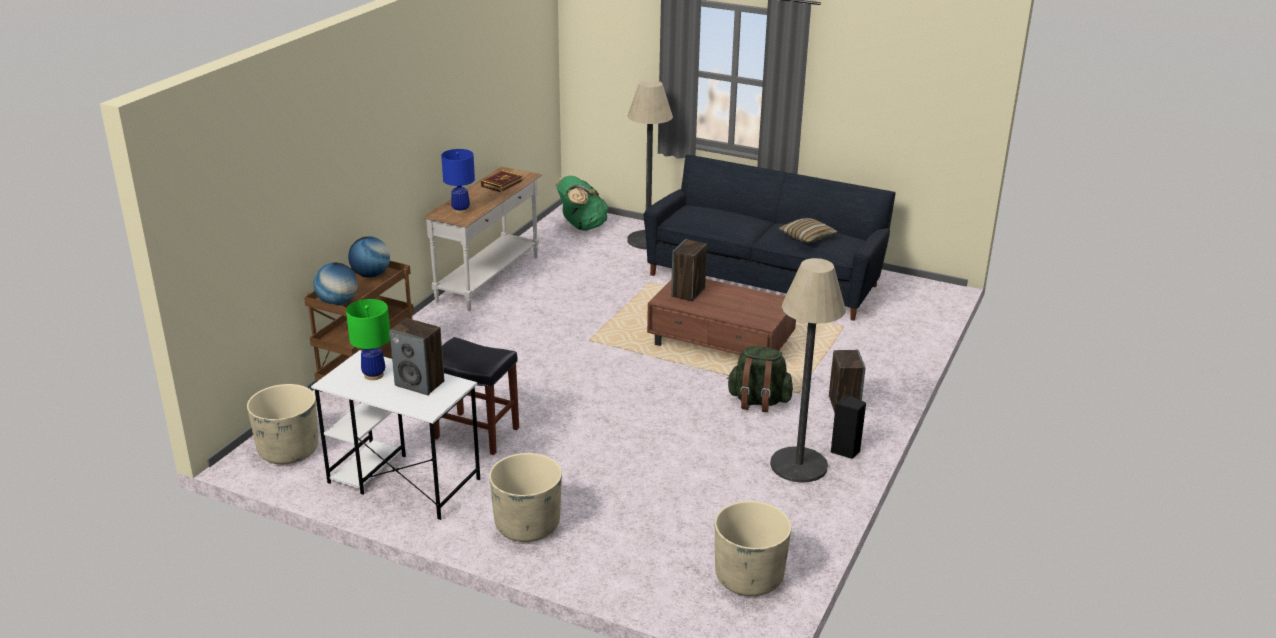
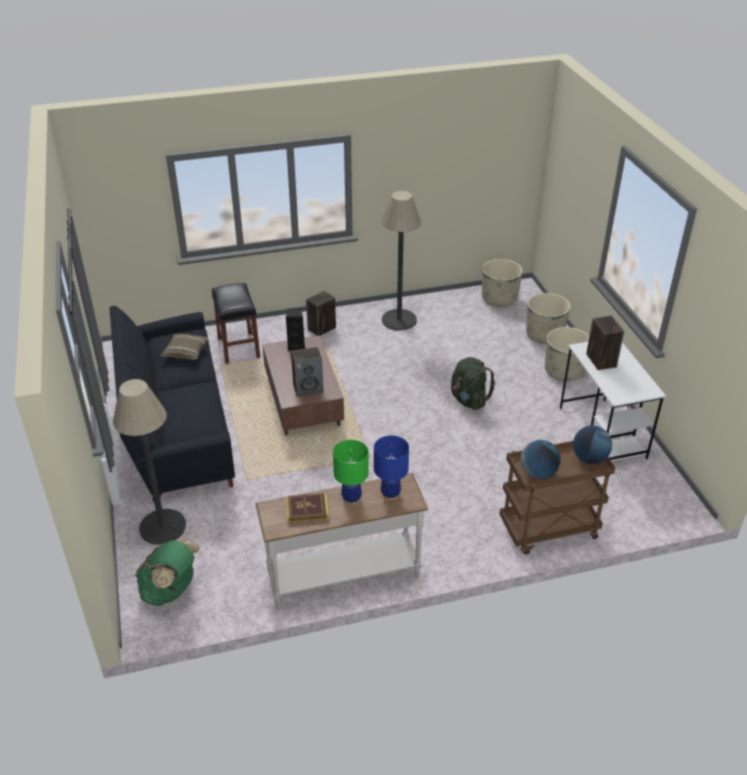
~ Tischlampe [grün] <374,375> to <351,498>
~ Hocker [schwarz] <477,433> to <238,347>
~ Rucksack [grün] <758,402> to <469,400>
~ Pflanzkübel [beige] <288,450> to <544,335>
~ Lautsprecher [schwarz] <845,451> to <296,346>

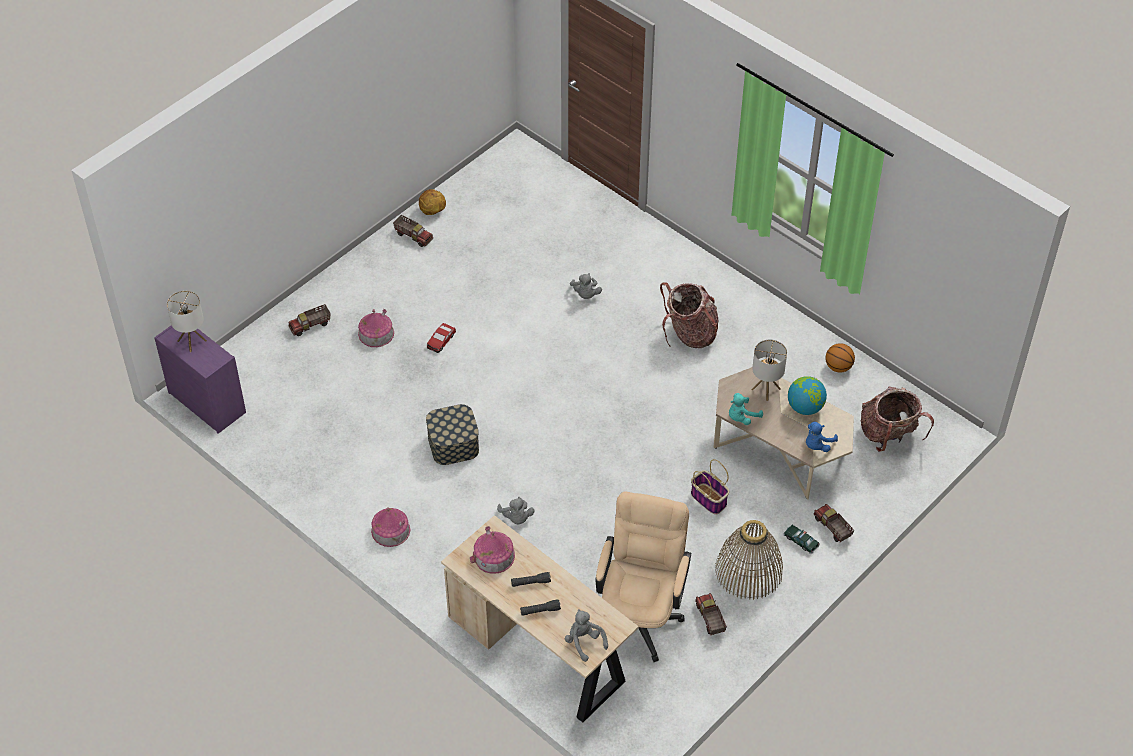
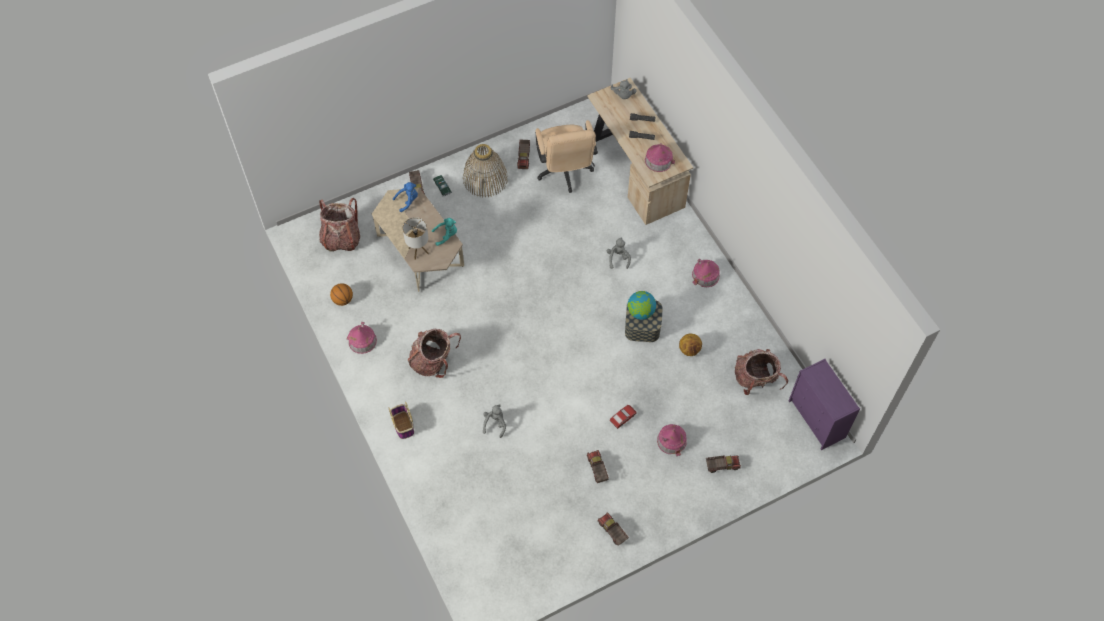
~ Basketball <432,211> to <689,350>
- Tischlampe <192,341>
~ Globus <805,407> to <640,312>
~ Korb <709,499> to <403,425>
~ Bürostuhl [beige] <640,615> = <565,173> 45 degrees counterclockwise
+ Spielzeughaus <362,341>
+ Rucksack <755,380>
+ Spielzeuglaster <597,469>

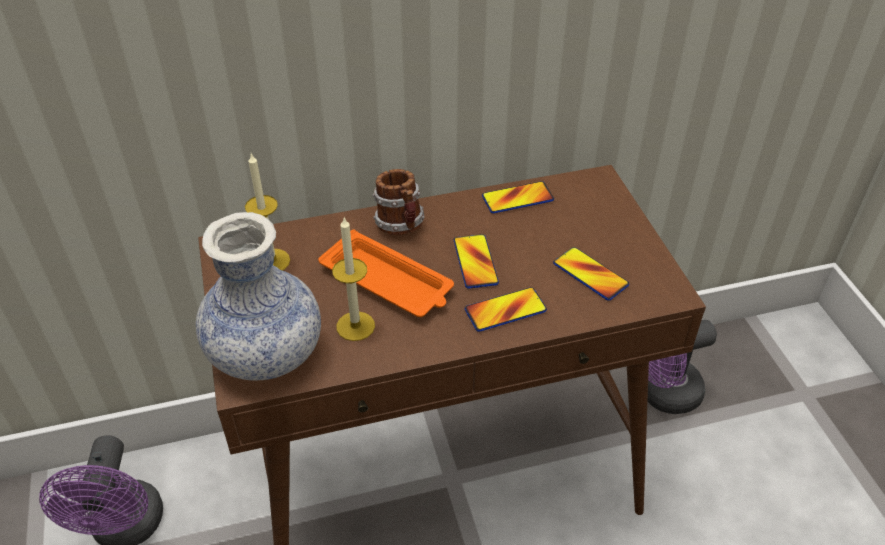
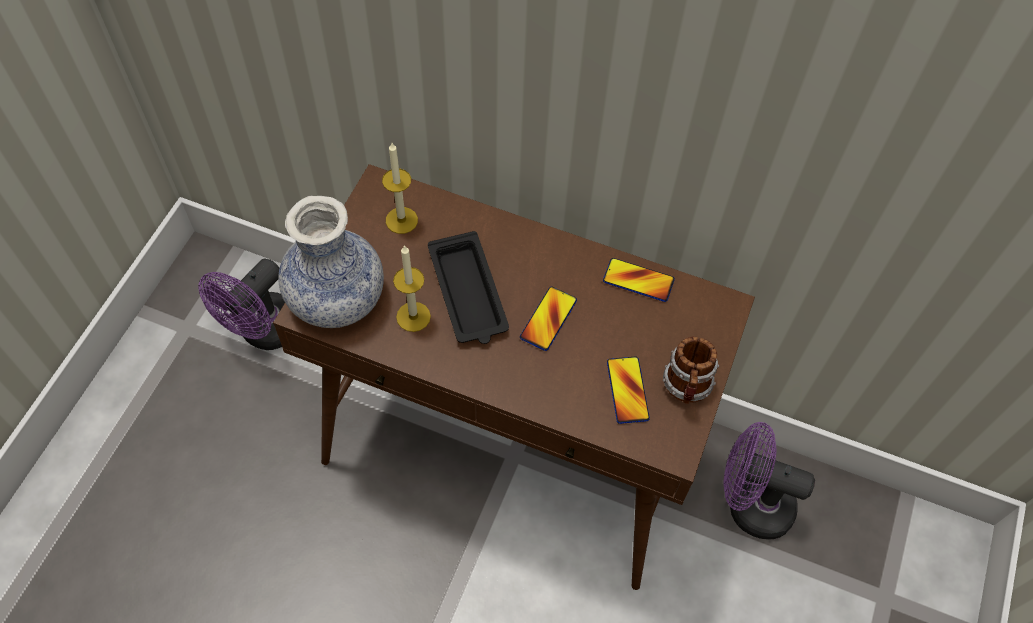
~ Henkelbecher <401,226> to <687,387>
~ Tablett [orange] <388,282> to Tablett [schwarz] <468,294>
- Handy <505,310>

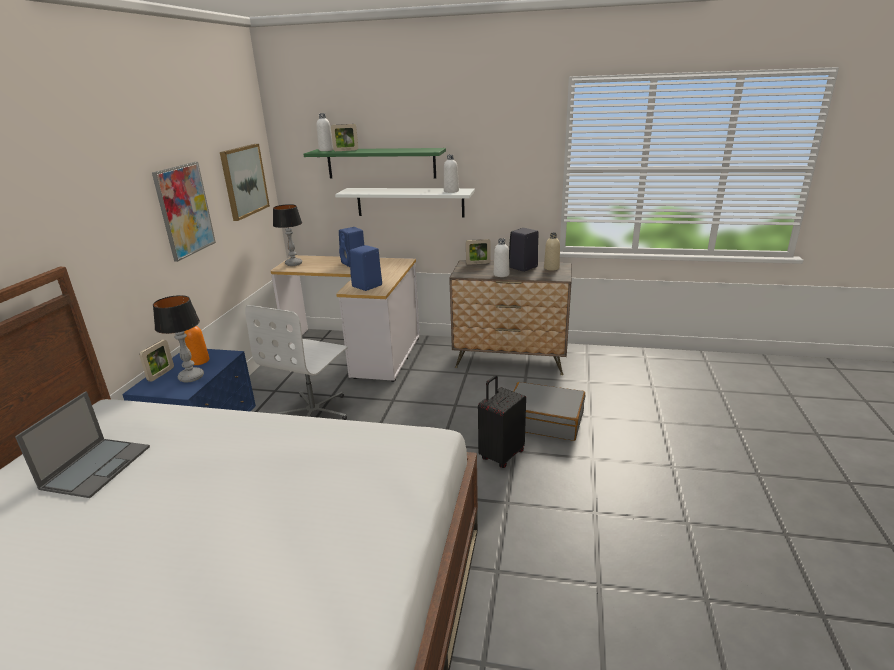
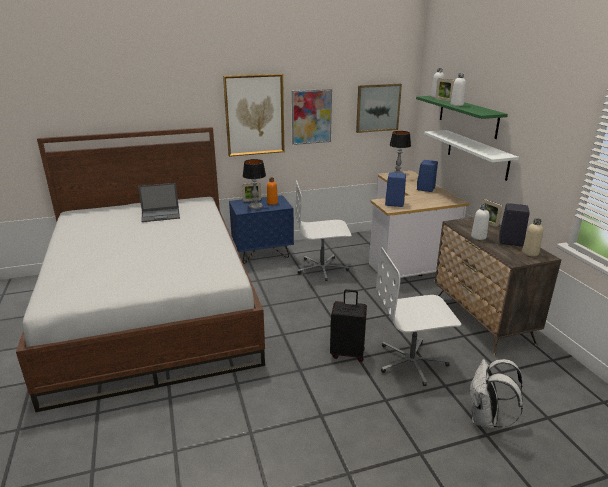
~ Flasche [weiß] <451,191> to <457,105>
~ Koffer [grau] <544,420> to Bürostuhl [weiß] <412,362>
+ Bild <254,115>
+ Rucksack [weiß] <486,419>

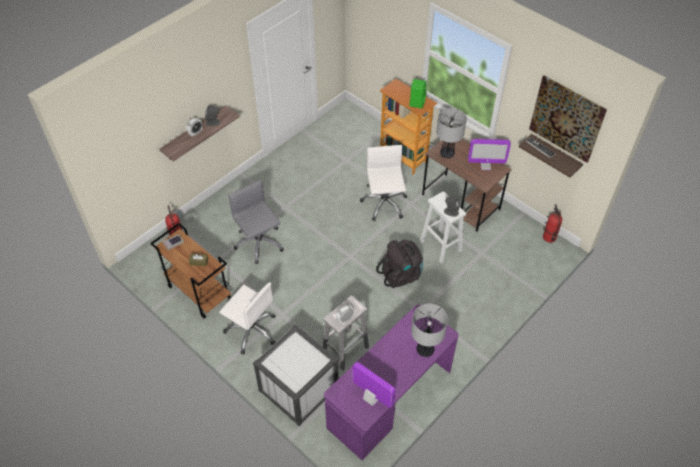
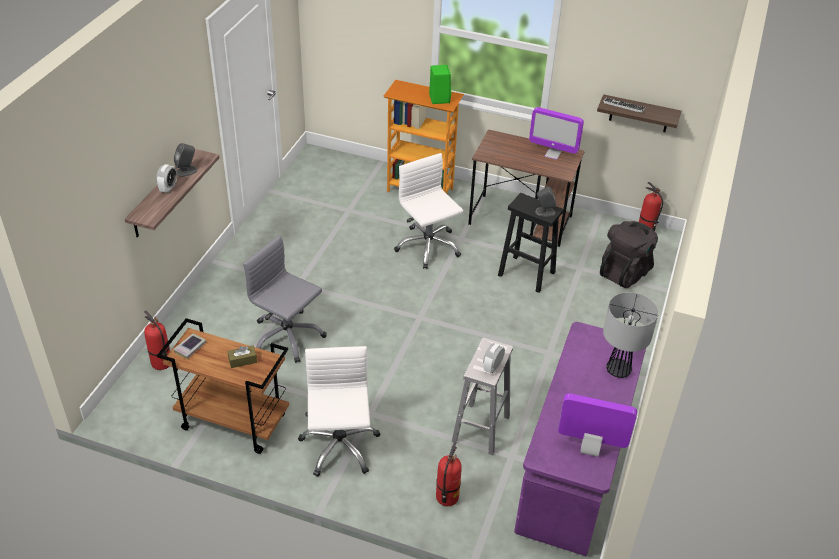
- Bild <566,119>
- Tischlampe <447,154>
~ Monitor <485,166> = <552,154> 45 degrees clockwise
~ Hocker [weiß] <440,245> to Hocker [schwarz] <525,273>
~ Rucksack [schwarz] <401,274> to <625,272>
~ Bürostuhl [weiß] <252,330> = <339,446> 105 degrees counterclockwise
~ Aufbewahrungsbox [weiß] <298,388> to Feuerlöscher <447,497>

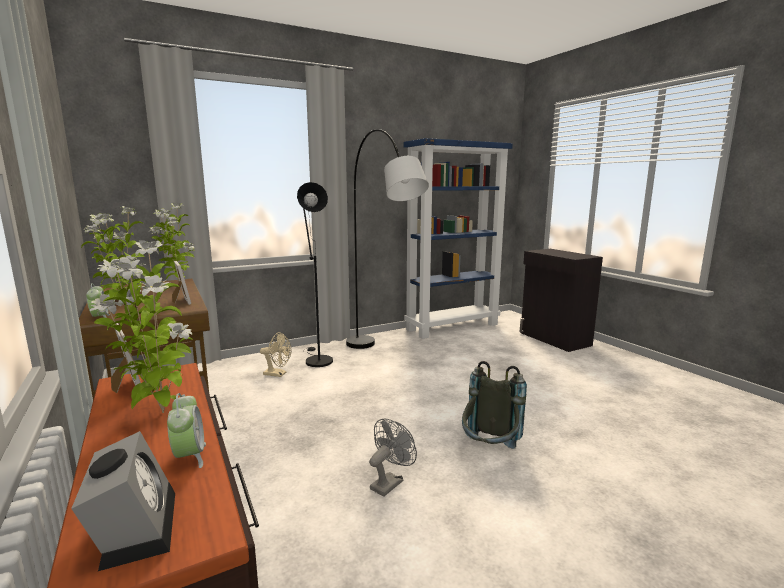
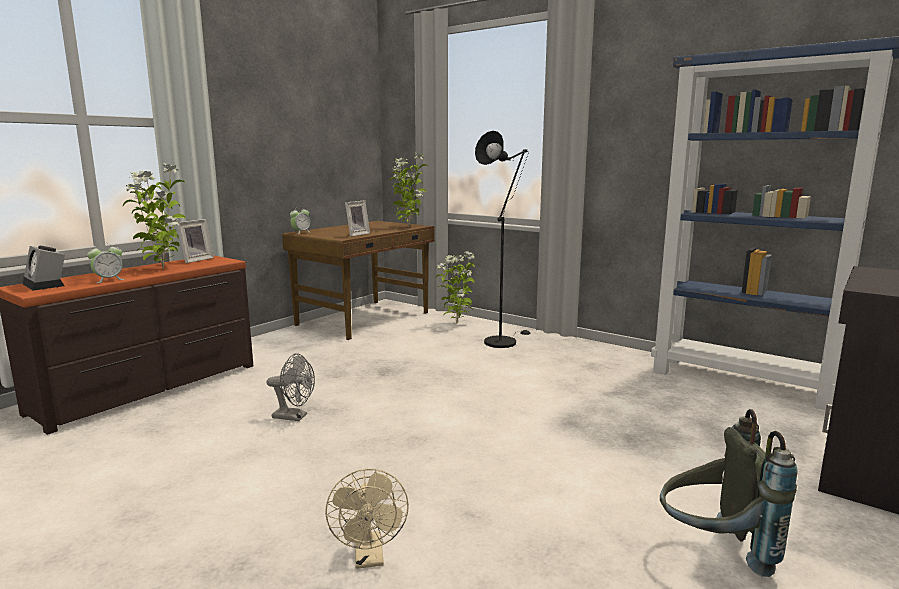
- Stehlampe [grau] <382,362>
~ Topfpflanze <122,304> to <457,323>
~ Ventilator [beige] <278,374> to <370,558>
~ Rucksack [grau] <489,452> to <714,551>
~ Wecker <135,527> = <46,285> 90 degrees clockwise

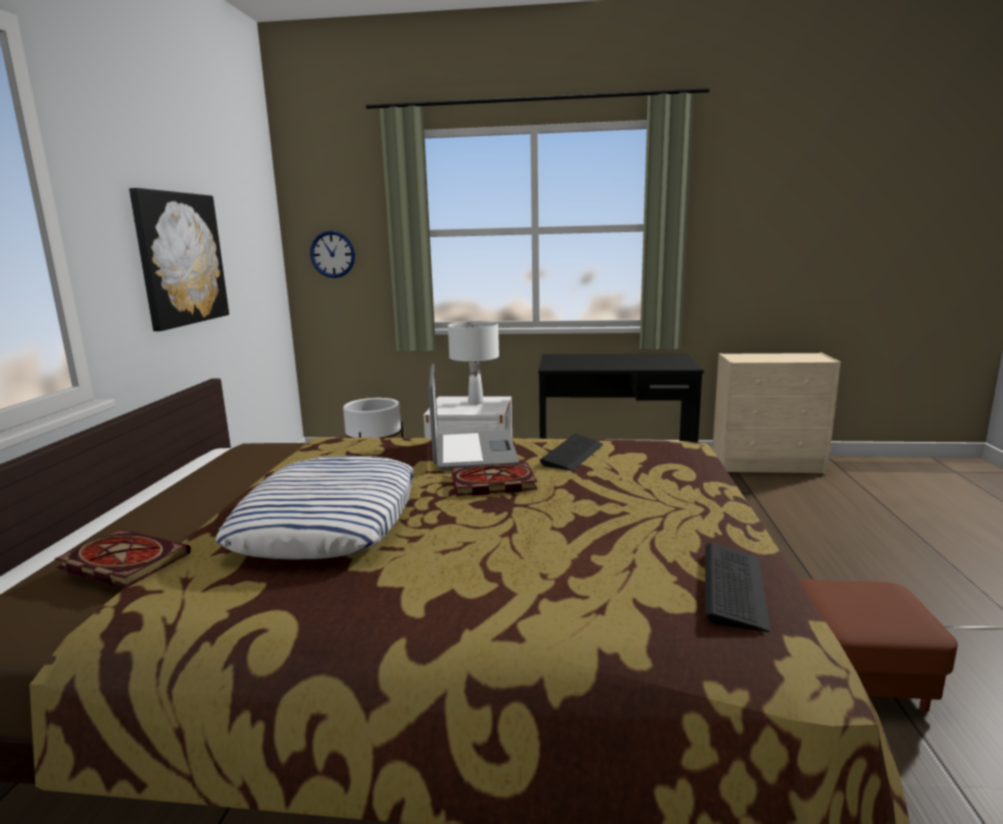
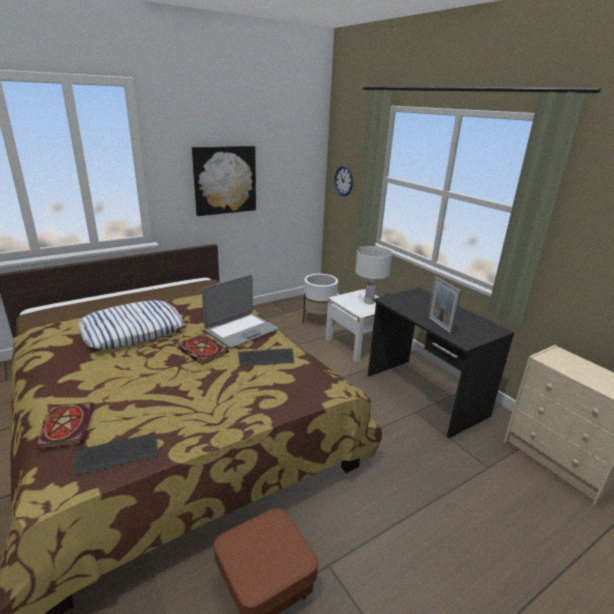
~ Buch <120,562> to <65,426>
+ Bilderrahmen <439,326>

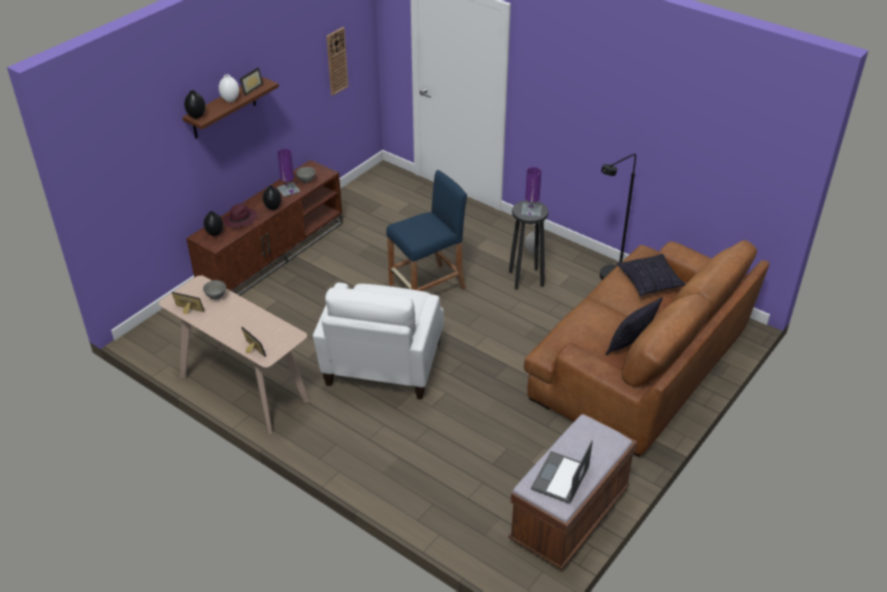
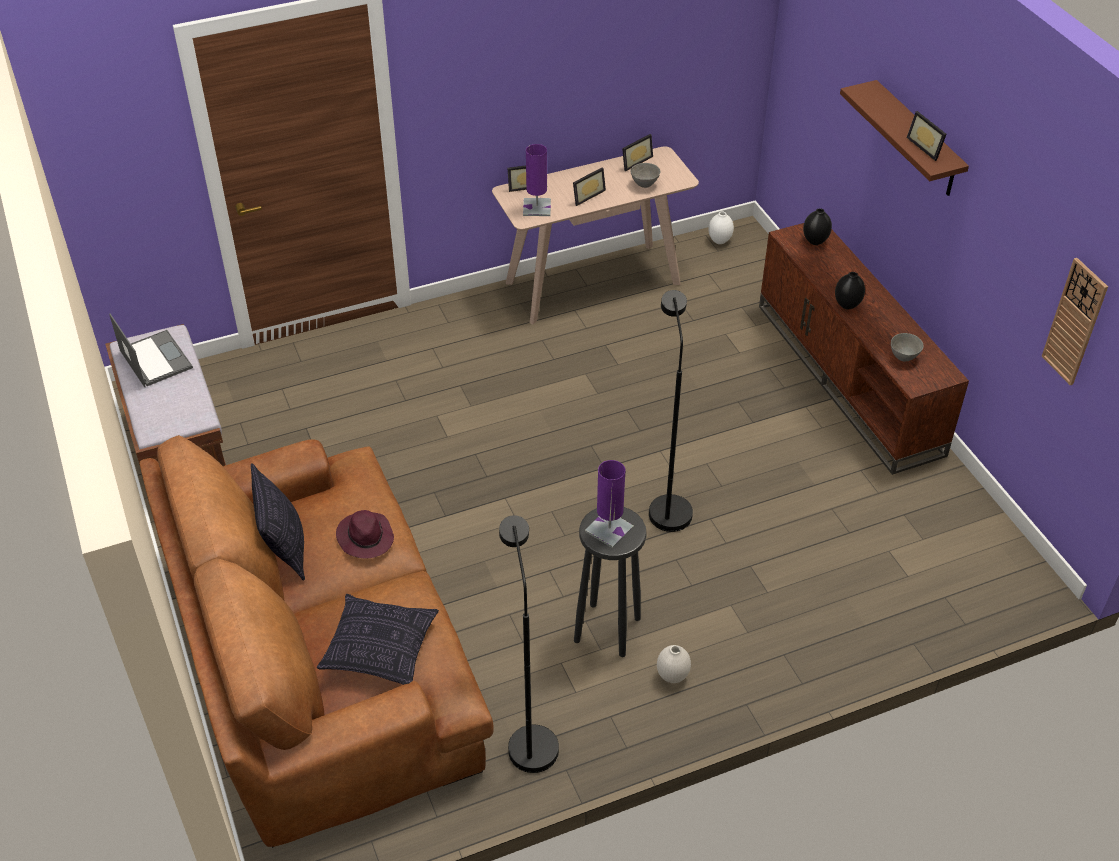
~ Vase [weiß] <230,100> to <720,241>
- Vase [schwarz] <197,116>
~ Tischlampe [lila] <288,190> to <537,207>
~ Hocker [blau] <427,287> to Stehlampe [schwarz] <667,505>
~ Hut [lila] <240,220> to <365,537>
- Sessel [weiß] <382,366>
+ Bilderrahmen <586,195>

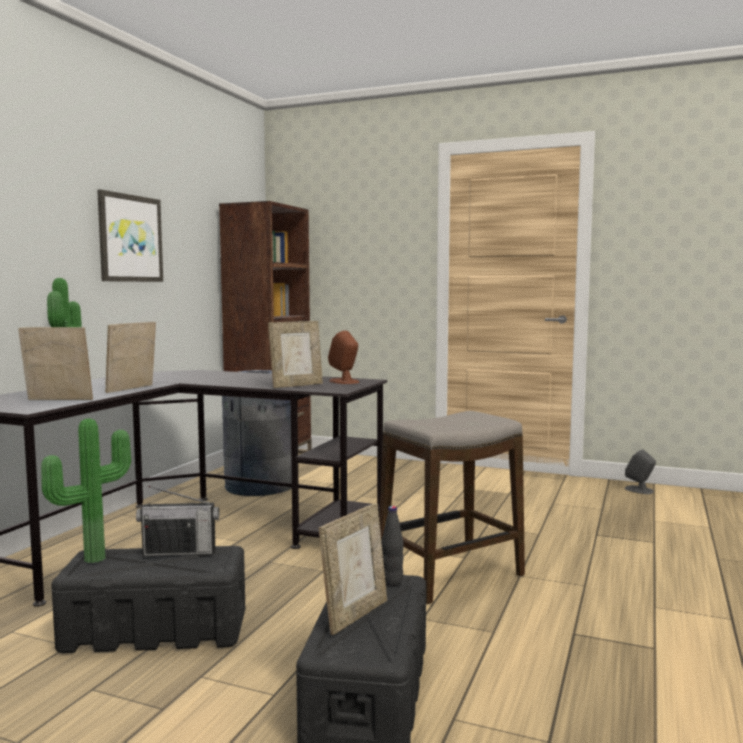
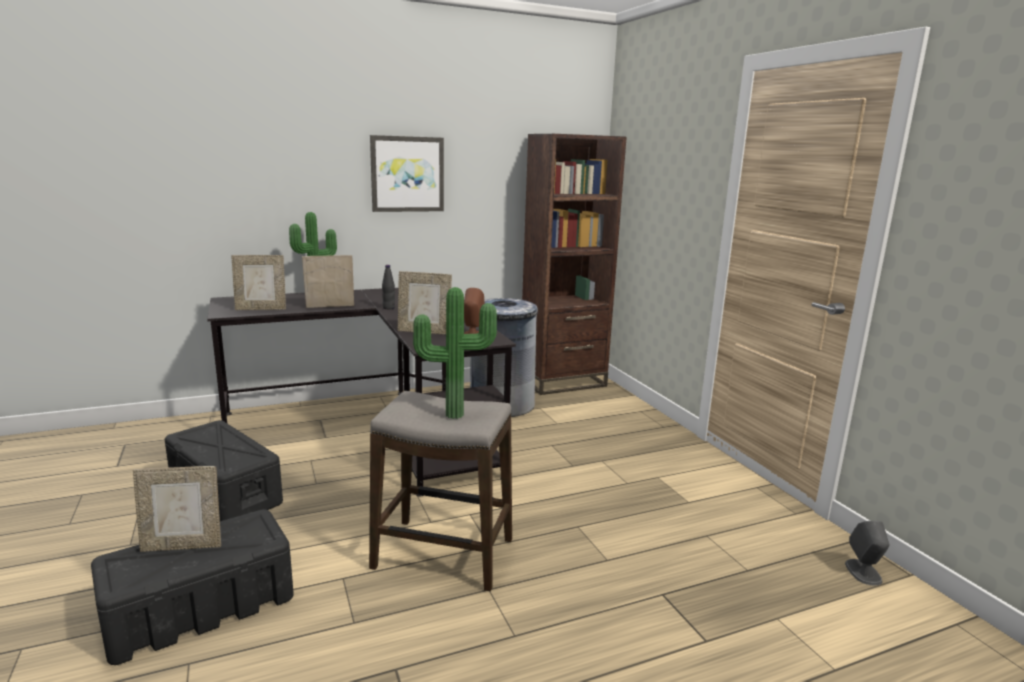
~ Bilderrahmen <58,400> = <261,309> 120 degrees clockwise
~ Topfpflanze <92,558> to <454,413>
- Radio <179,552>
~ Flasche [schwarz] <392,581> to <388,308>

